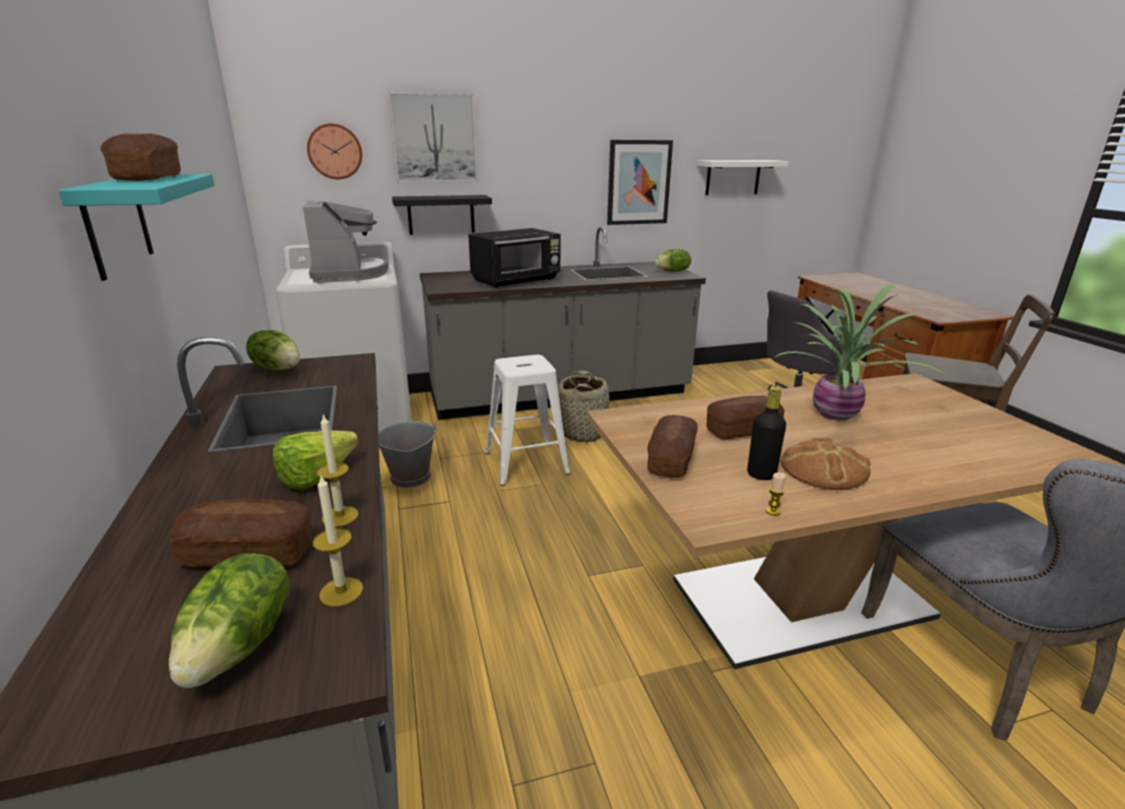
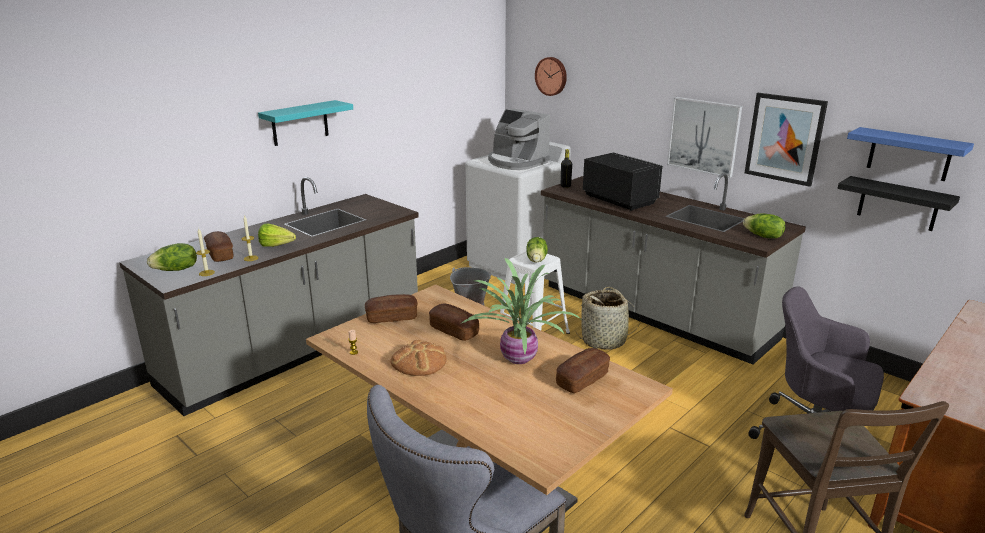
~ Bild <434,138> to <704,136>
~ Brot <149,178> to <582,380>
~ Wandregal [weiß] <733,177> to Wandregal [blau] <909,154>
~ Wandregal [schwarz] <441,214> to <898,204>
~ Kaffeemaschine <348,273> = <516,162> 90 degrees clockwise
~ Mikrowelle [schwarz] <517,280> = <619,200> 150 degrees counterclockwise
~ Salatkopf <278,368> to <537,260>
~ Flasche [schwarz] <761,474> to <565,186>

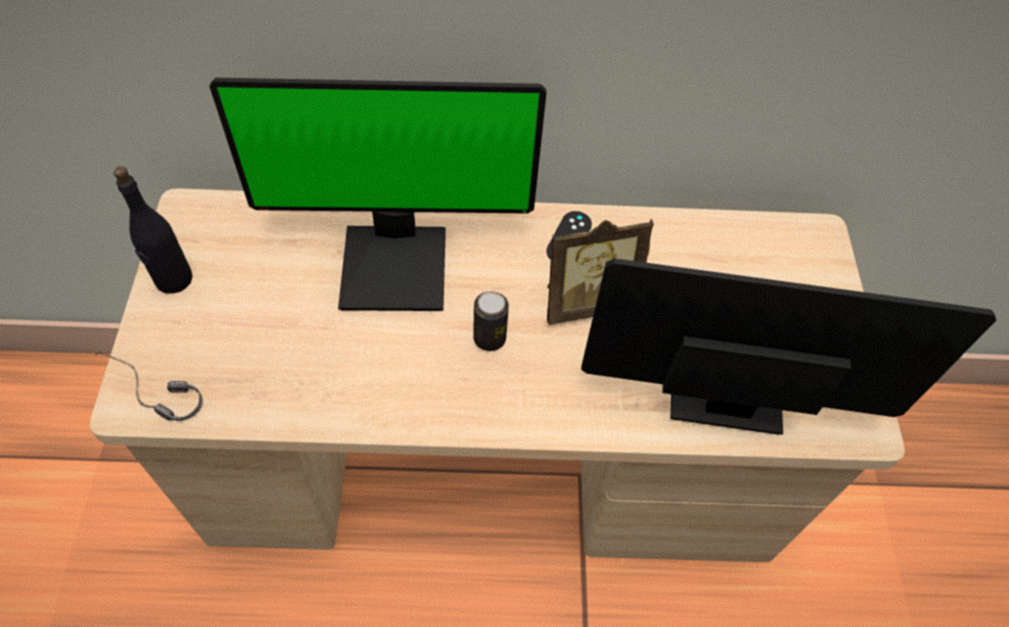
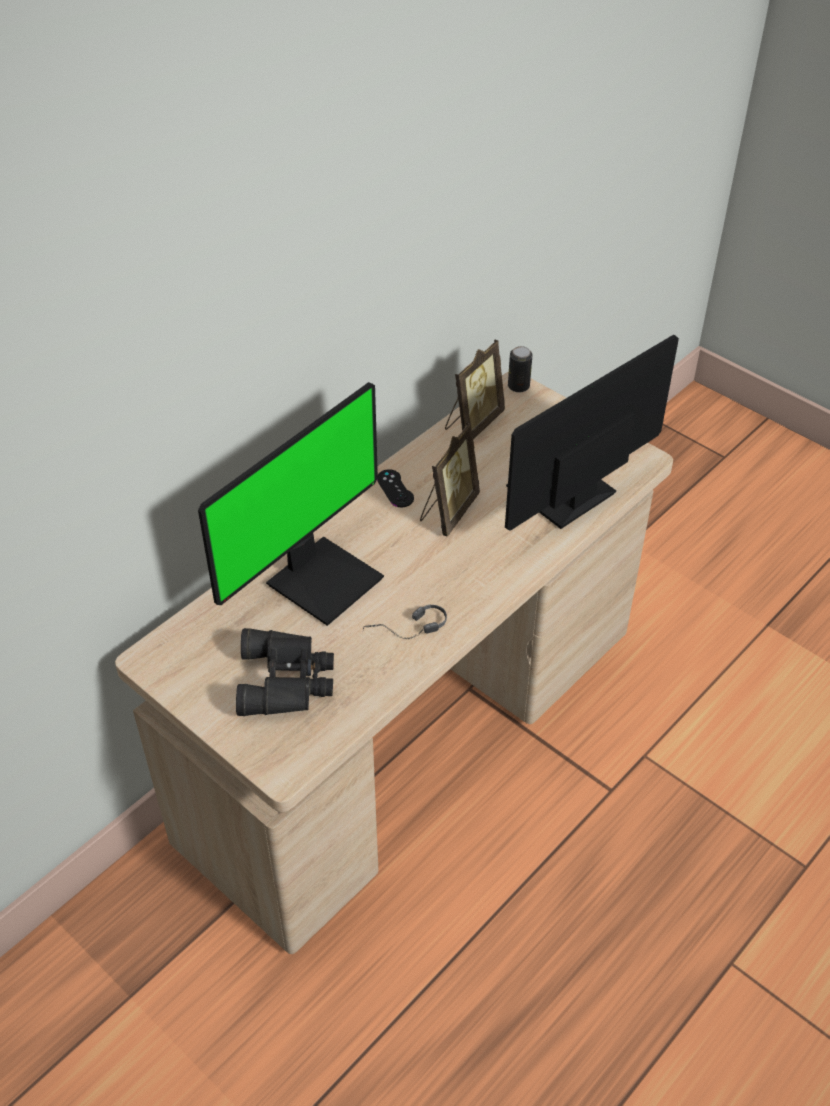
- Flasche [schwarz] <173,279>
~ Dose <489,338> to <518,386>
~ Kopfhörer <149,395> to <407,633>
+ Bilderrahmen <472,424>
+ Fernglas [schwarz] <287,680>

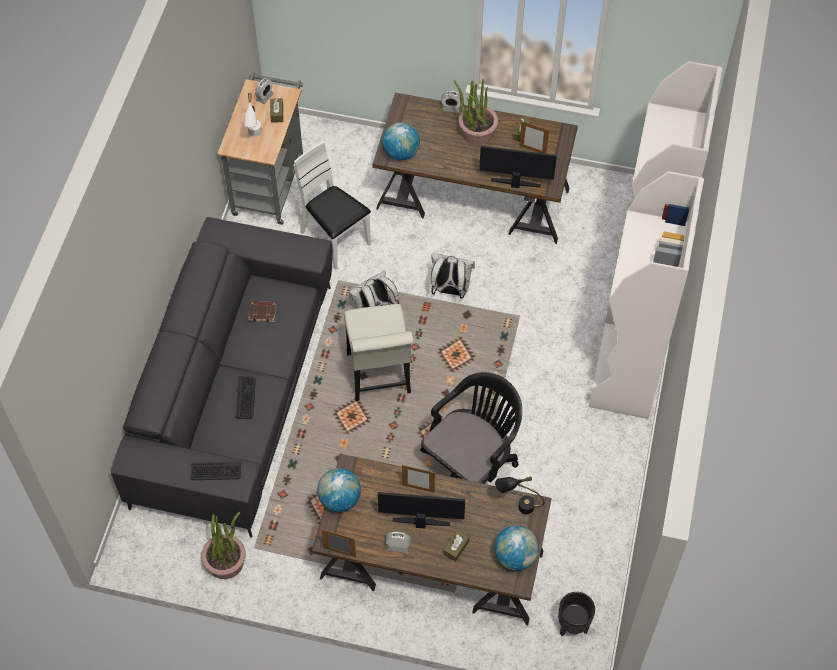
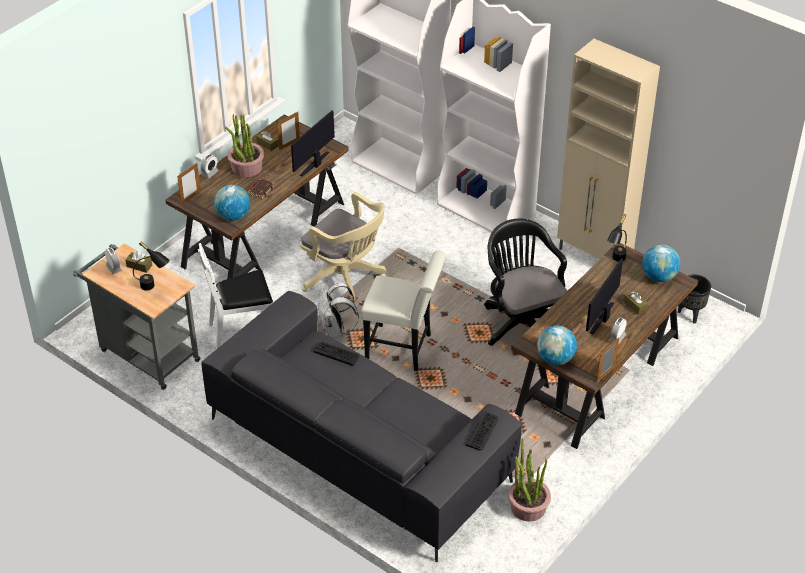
~ Tischlampe [weiß] <254,136> to Tischlampe [schwarz] <153,287>
~ Rucksack [weiß] <450,290> to Bürostuhl [beige] <345,278>
~ Buch [braun] <263,312> to <260,190>
~ Tastatur <245,398> to <336,353>
~ Bilderrahmen <418,488> to <190,197>
+ Schrank [beige] <594,256>

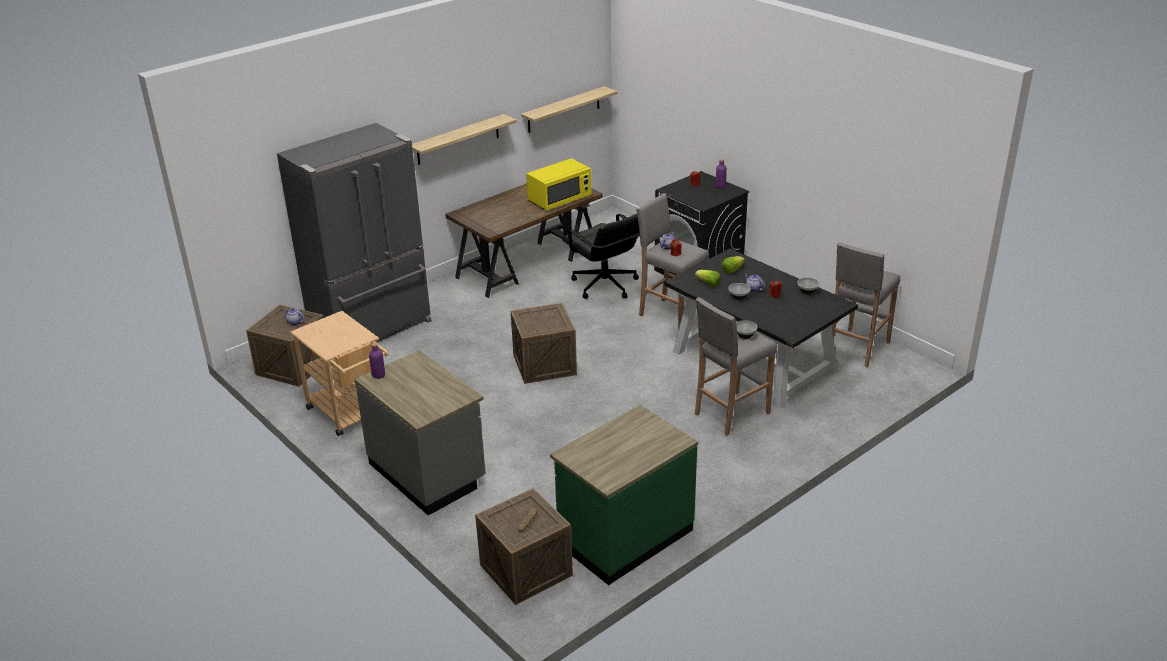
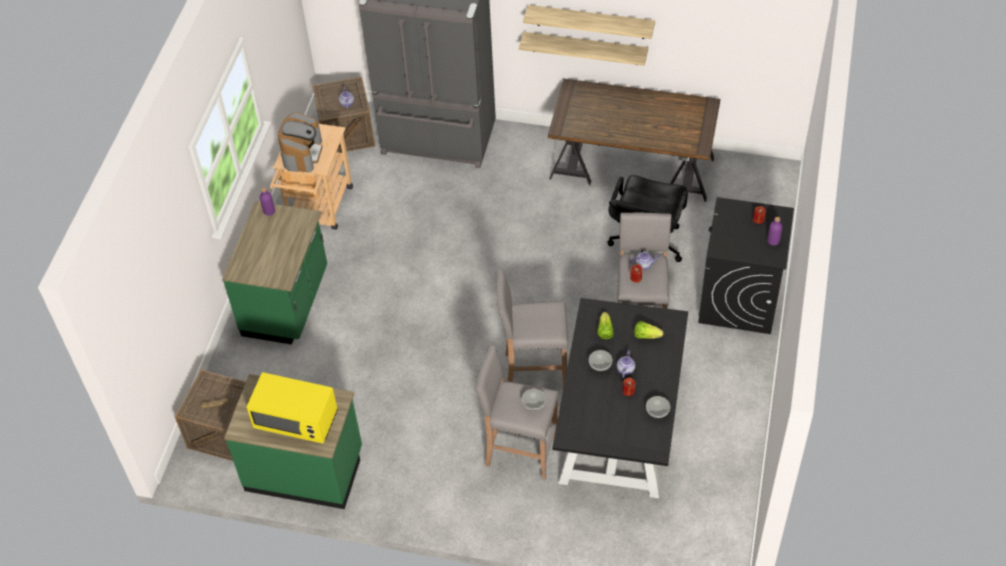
~ Wandregal <564,110> to <585,48>
~ Mikrowelle [gelb] <559,200> to <296,420>
~ Hocker [grau] <857,348> to <534,371>
- Kiste <544,365>
~ Küchenzeile [grau] <428,472> to Küchenzeile [grün] <287,303>
+ Kaffeemaschine <302,153>

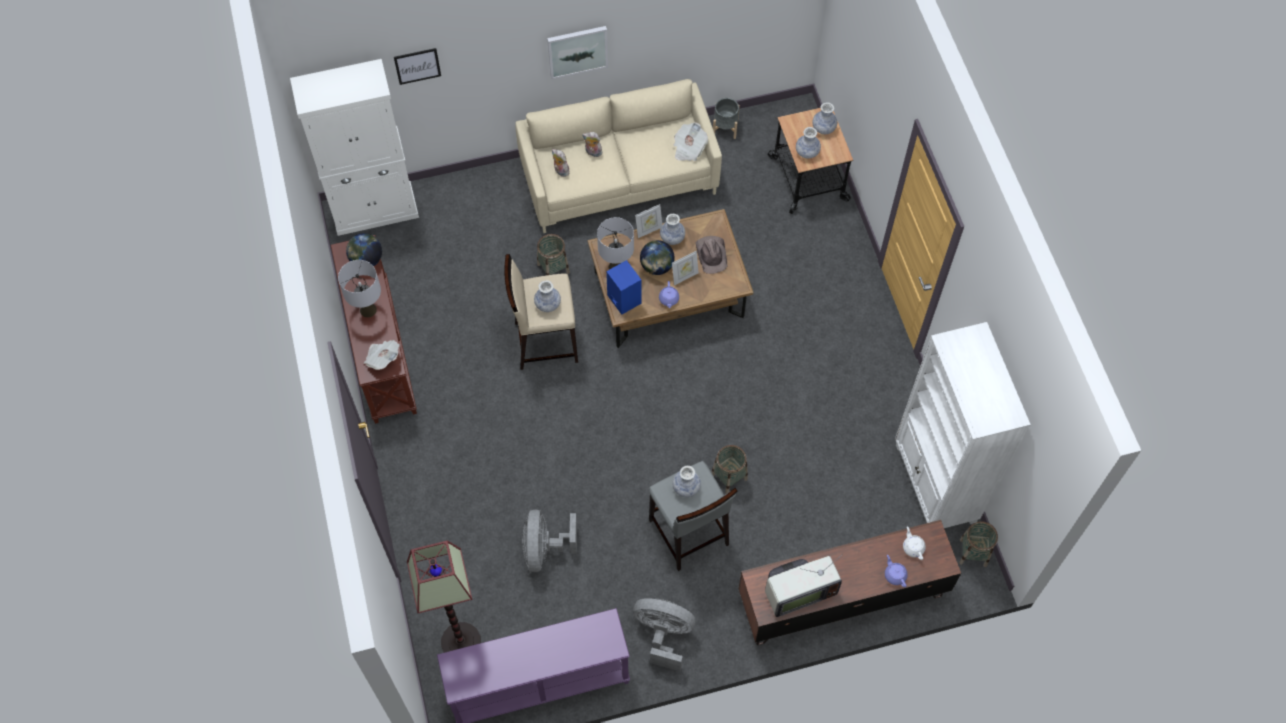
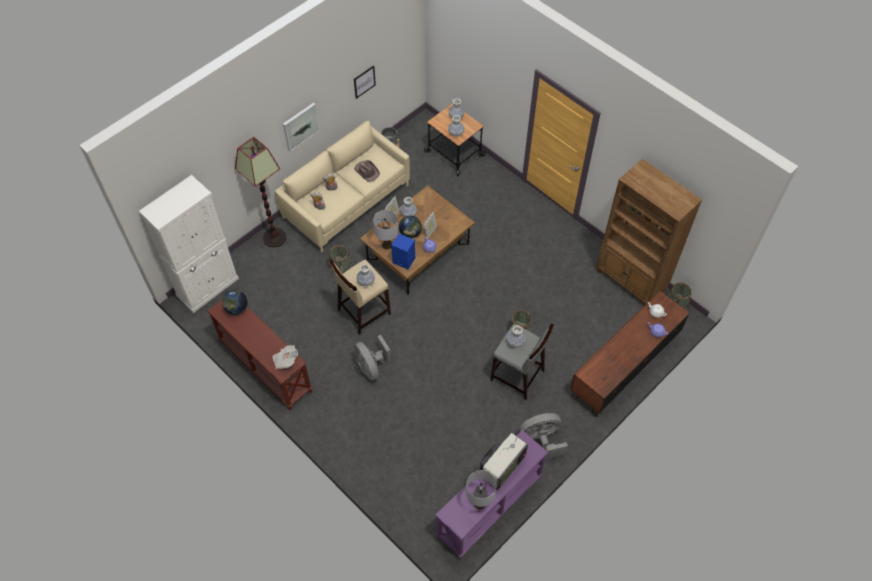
~ Bild <417,66> to <364,81>
- Zeitung <688,148>
~ Hut [braun] <712,254> to <367,171>
~ Tischlampe [grau] <368,310> to <479,503>
~ Bücherregal [weiß] <934,484> to Bücherregal [braun] <631,281>
~ Ventilator [grau] <545,549> to <371,367>
~ Stehlampe <461,641> to <274,237>
~ Fernseher <798,591> to <501,466>

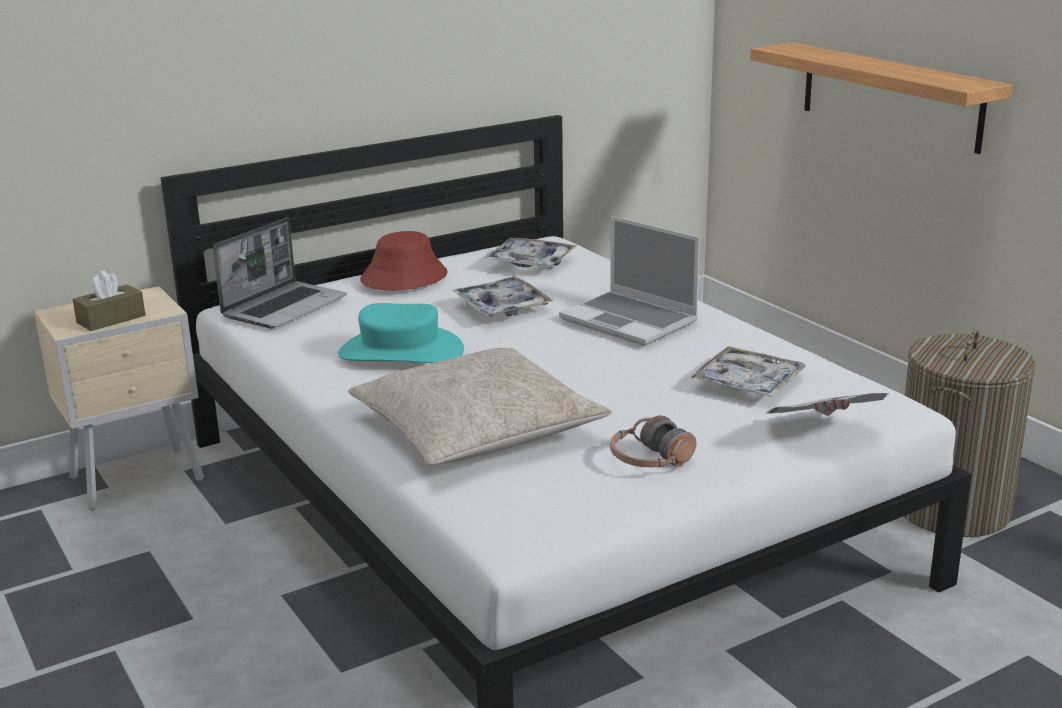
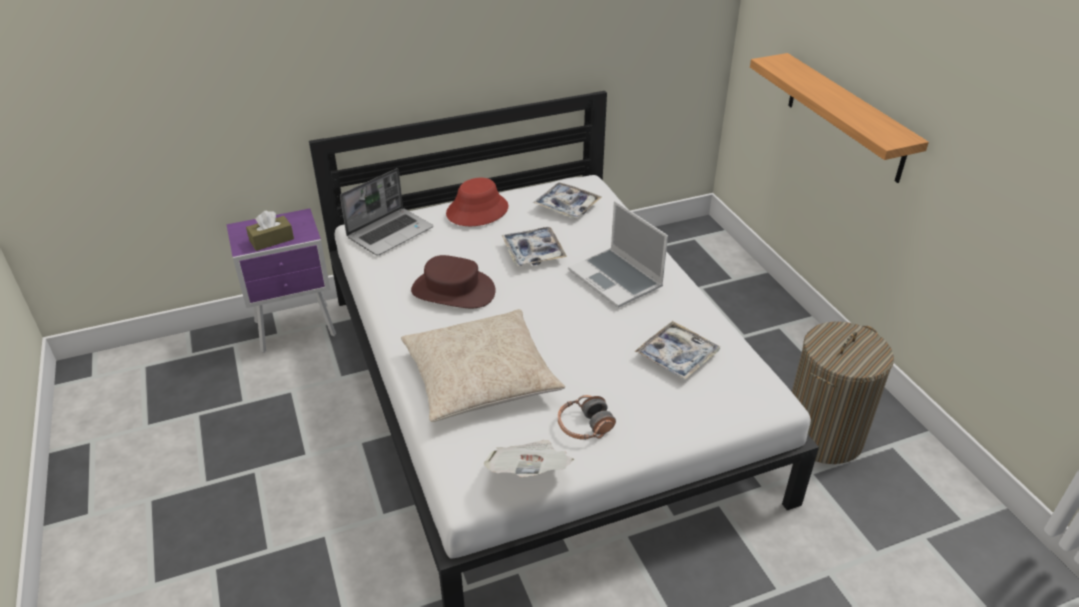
~ Nachttisch [beige] <140,479> to Nachttisch [lila] <297,329>
~ Hut [türkis] <401,352> to Hut [braun] <453,291>
~ Zeitung <822,433> to <530,473>

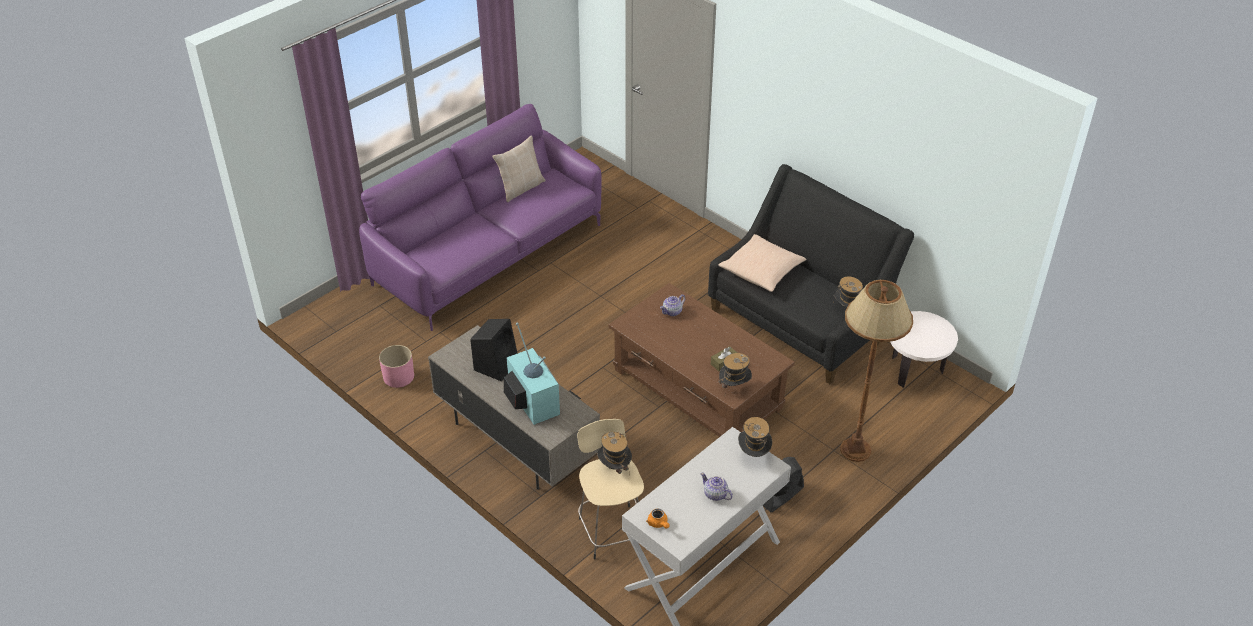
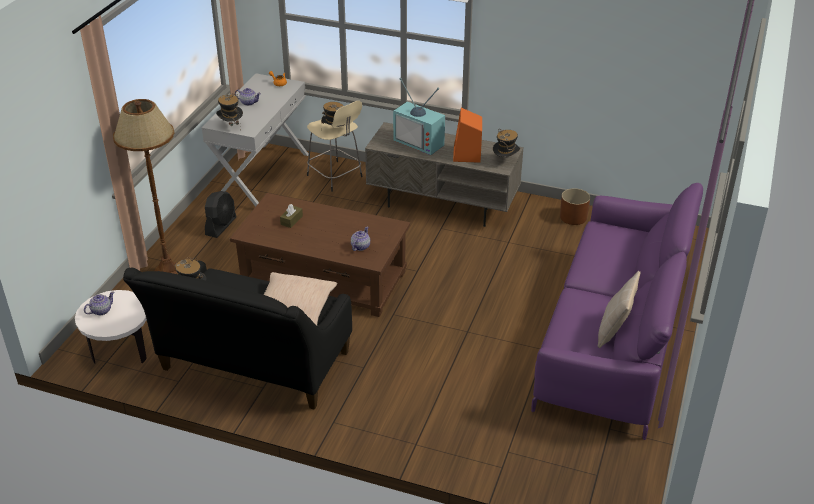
~ Lautsprecher [schwarz] <496,364> to Lautsprecher [orange] <467,155>
~ Pflanzkübel [rosa] <398,377> to Pflanzkübel [braun] <573,217>
~ Hut <734,387> to <505,161>
+ Teekanne <101,311>

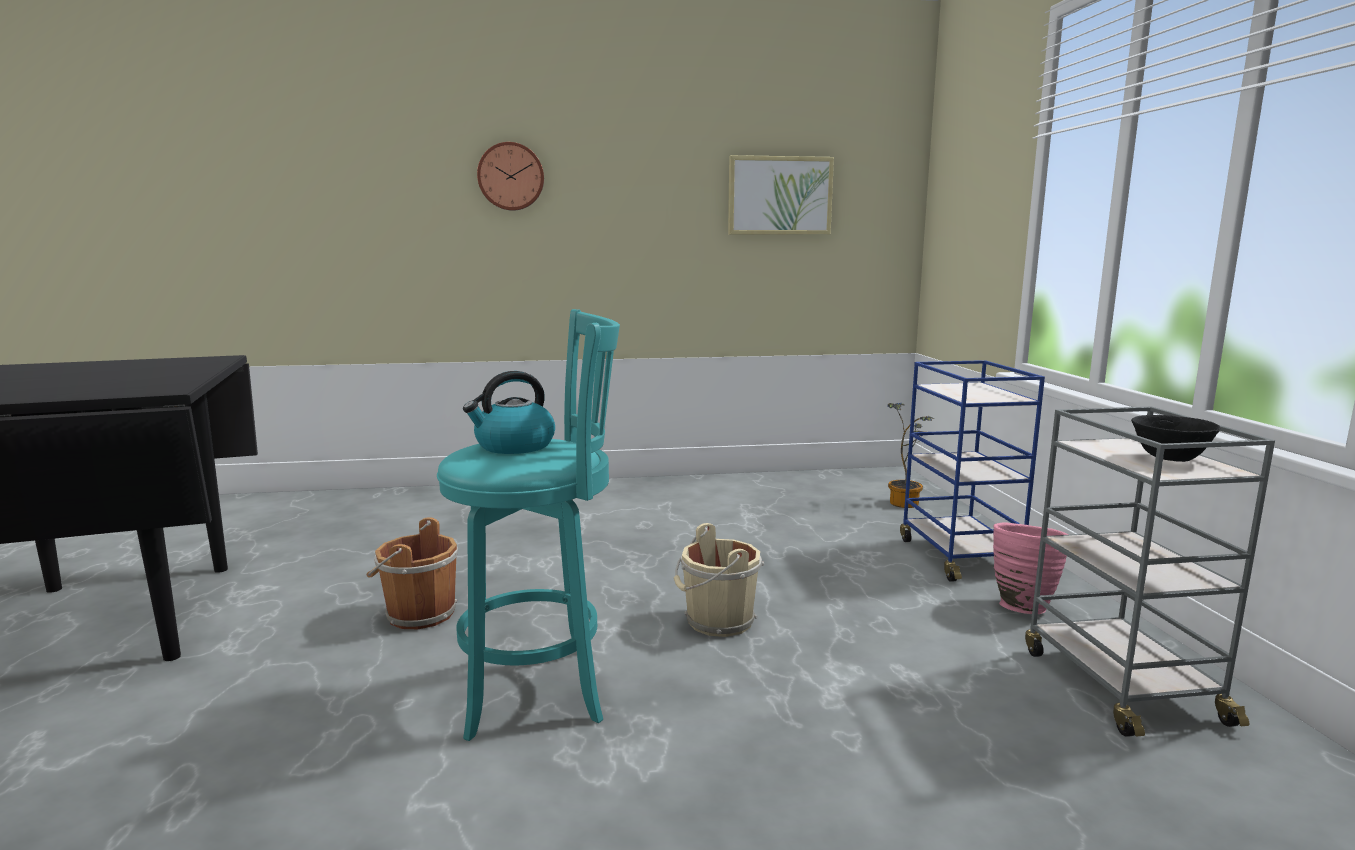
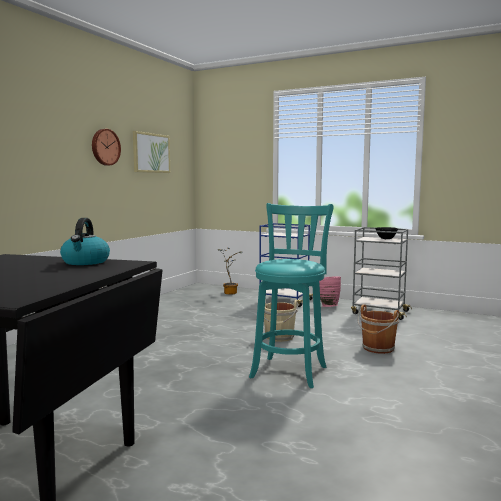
~ Wanduhr <511,177> to <105,147>
~ Wasserkessel <514,446> to <85,262>
~ Eimer [braun] <417,614> to <377,348>

